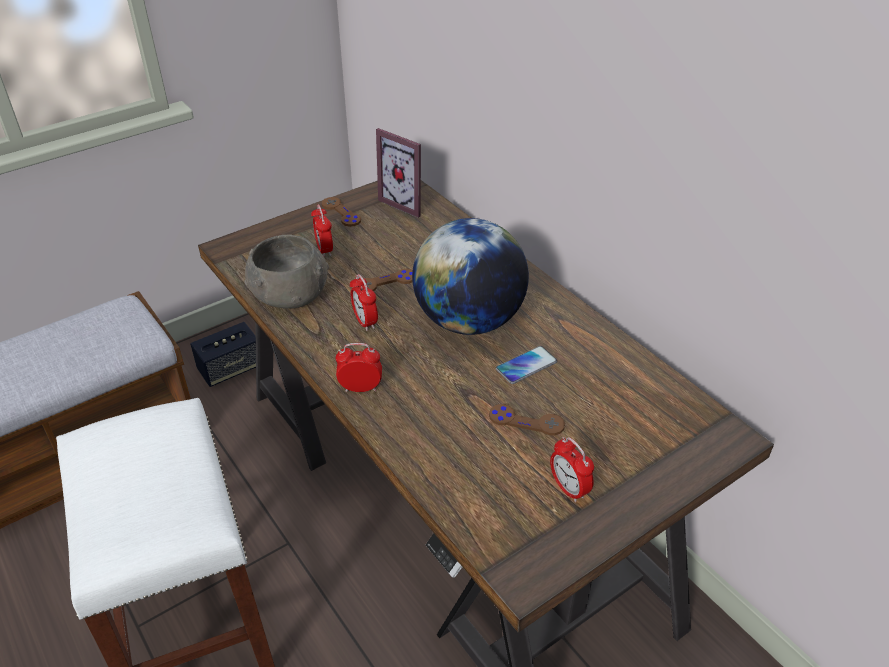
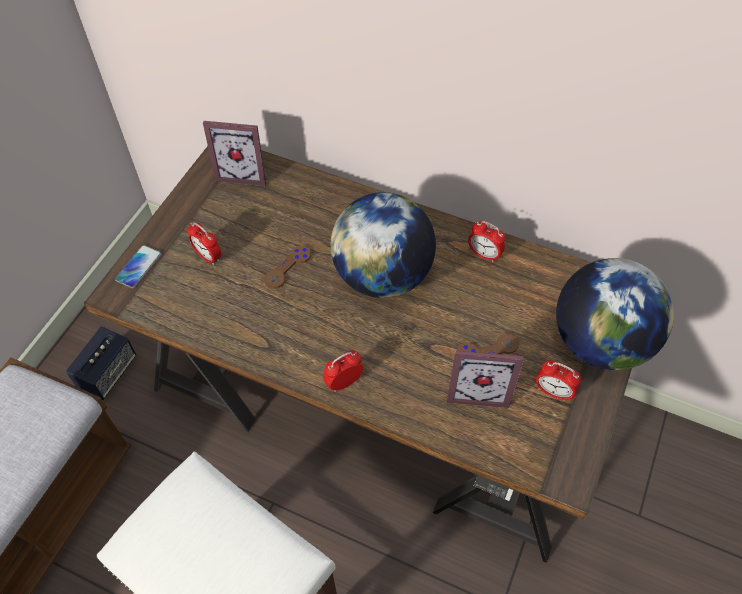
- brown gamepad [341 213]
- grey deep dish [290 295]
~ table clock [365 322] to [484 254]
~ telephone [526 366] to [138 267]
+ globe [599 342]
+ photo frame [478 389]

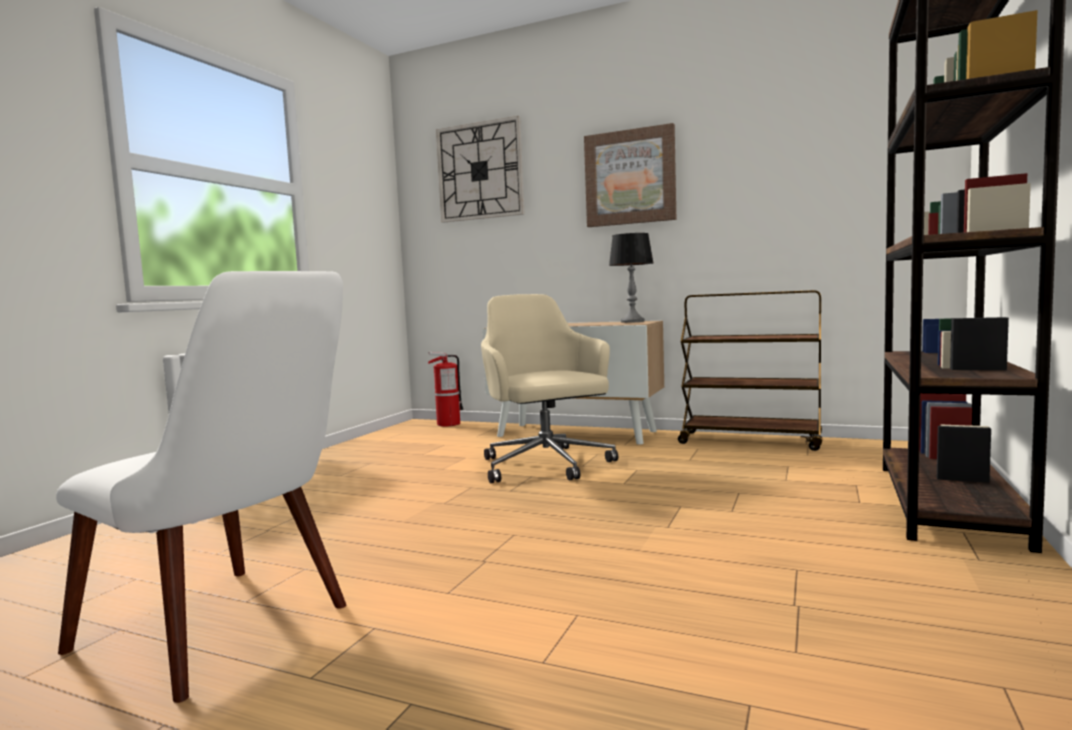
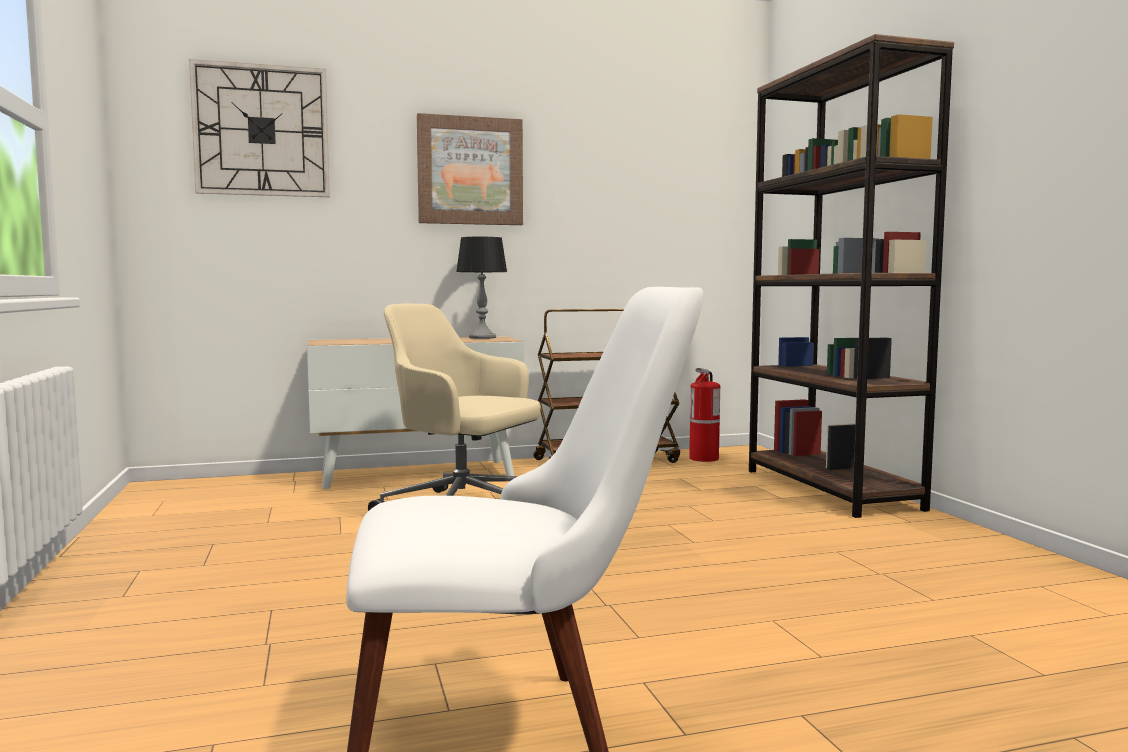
~ fire-fighting cylinder [448 424] to [704 458]

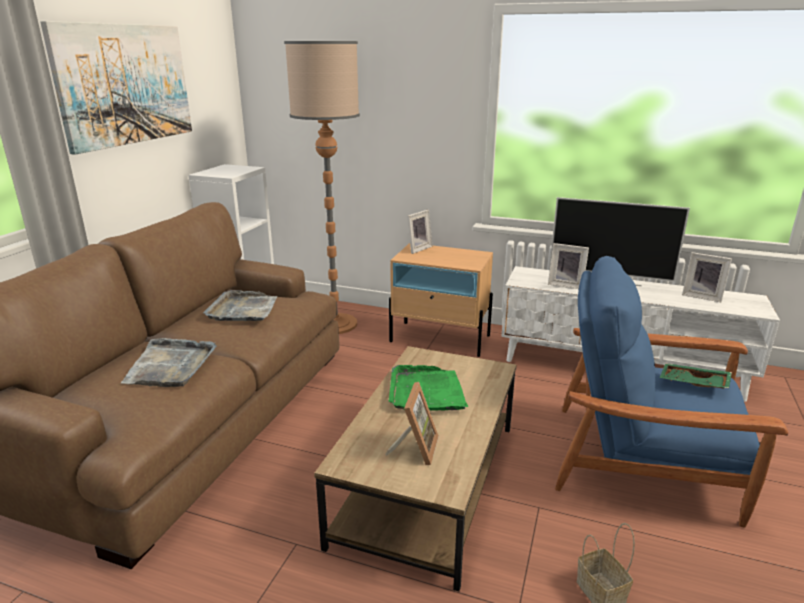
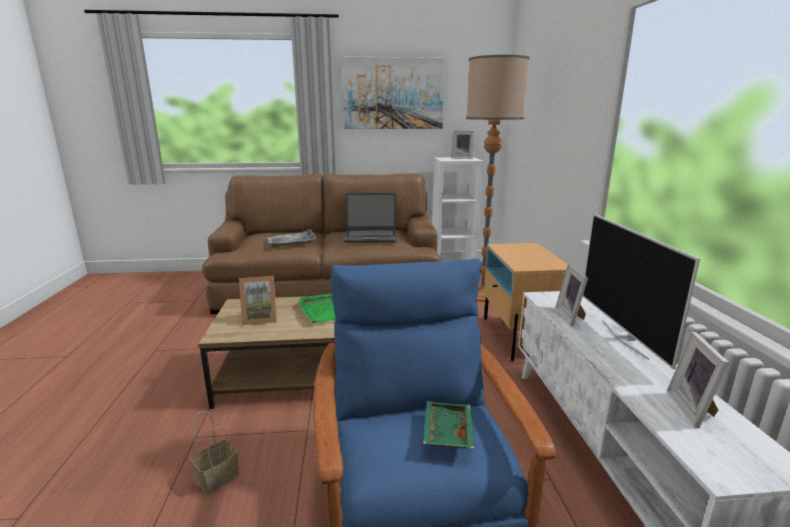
~ photo frame [417 249] to [462 158]
~ grey tray [243 309] to portable computer [370 237]

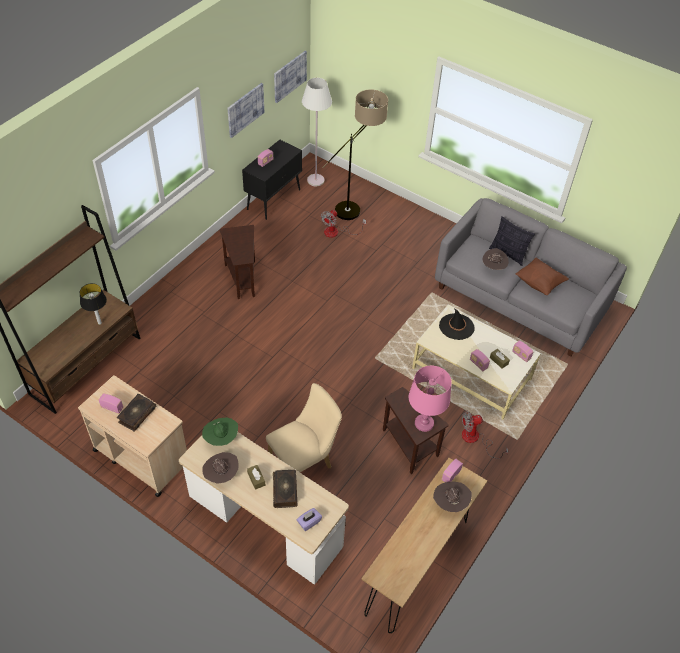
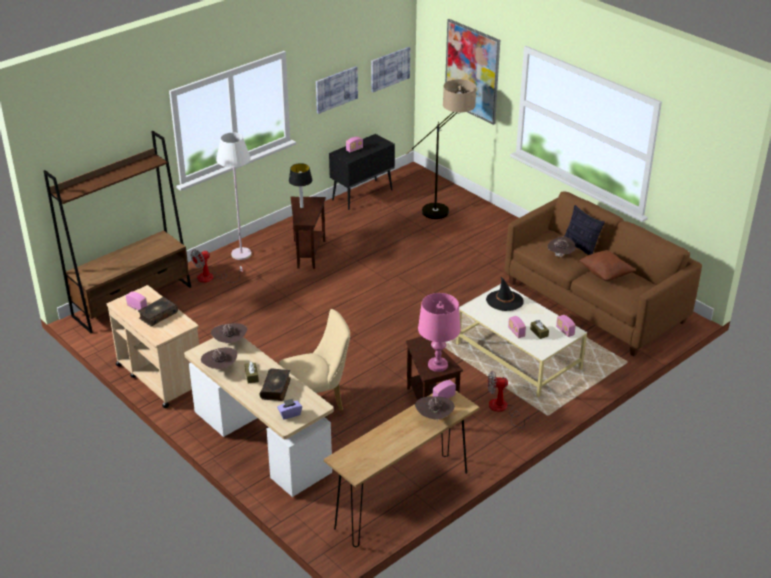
~ white floor lamp [315 180] to [241 254]
~ grey settee [520 299] to brown settee [595 302]
~ electric fan [336 232] to [211 278]
~ lamp for a table [99 323] to [301 207]
~ green clothing hat [221 438] to brown clothing hat [230 343]
+ wall picture [472 71]

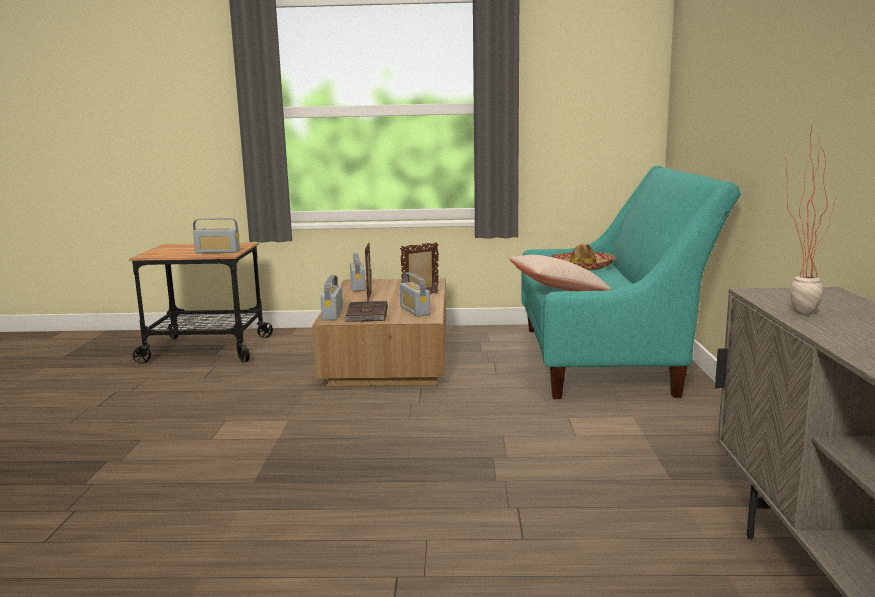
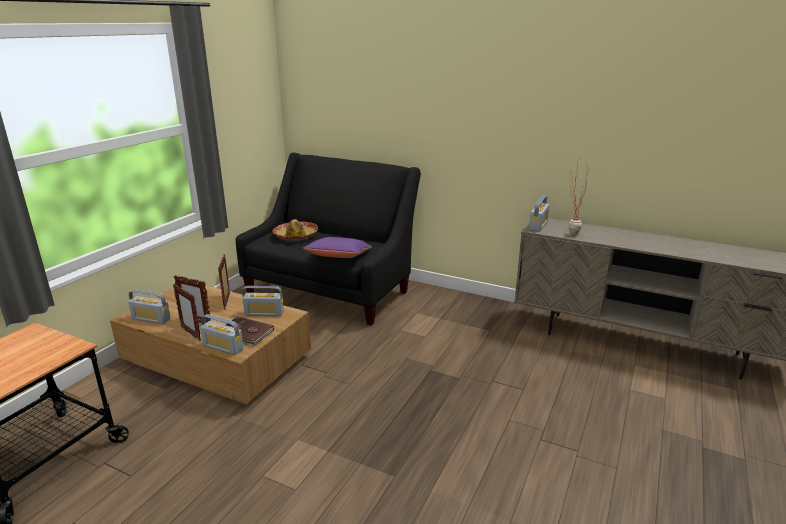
~ turquoise settee [607 359] to blackish settee [331 289]
~ radio [218 252] to [538 225]
~ sand-coloured cushion [557 289] to purple cushion [339 257]
+ photo frame [191 334]

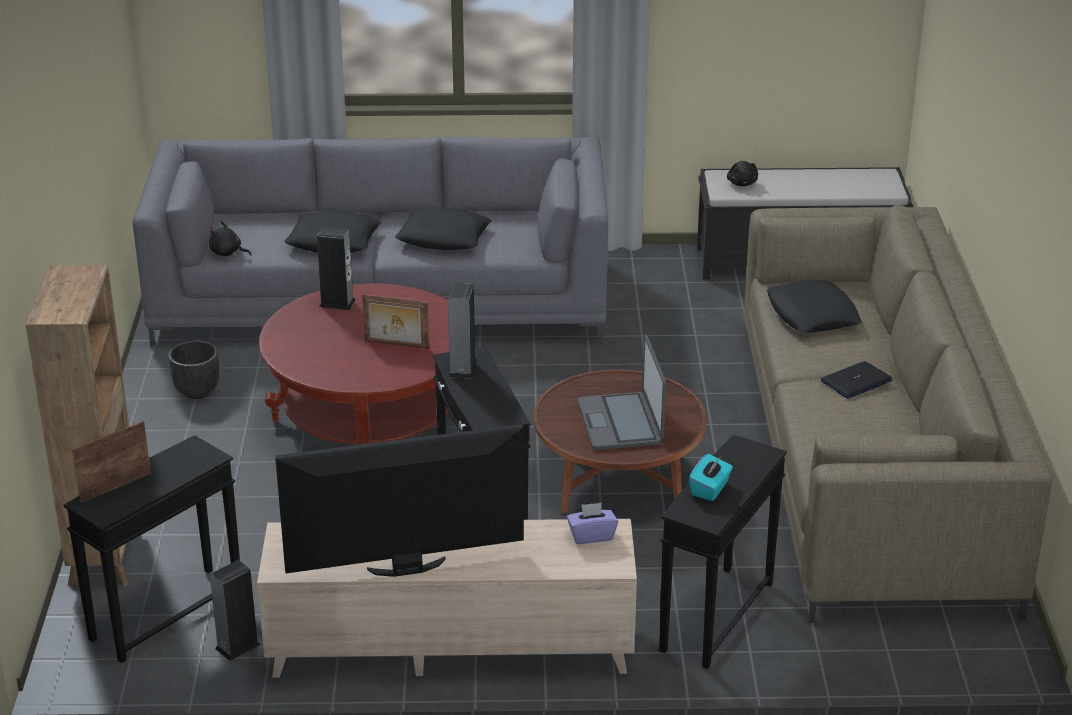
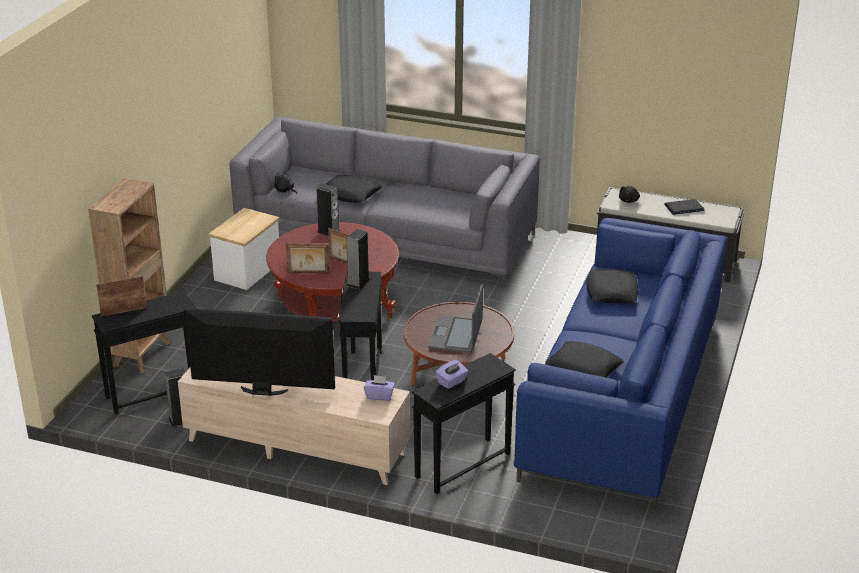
~ sand-coloured settee [869 462] to blue settee [623 394]
~ blackish cushion [443 237] to [584 368]
~ blackish plant pot [197 392] to side table [247 271]
~ portable computer [856 381] to [684 207]
~ turquoise box of tissues [710 489] to purple box of tissues [452 382]
+ photo frame [308 273]

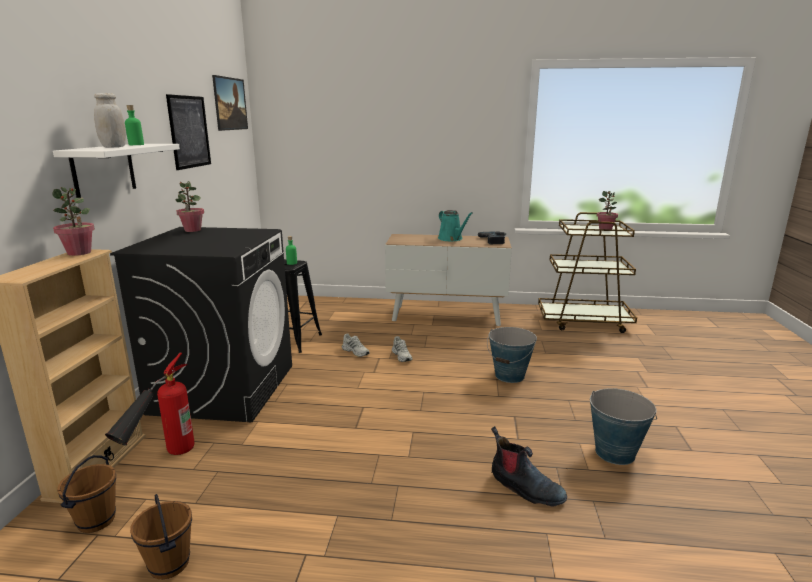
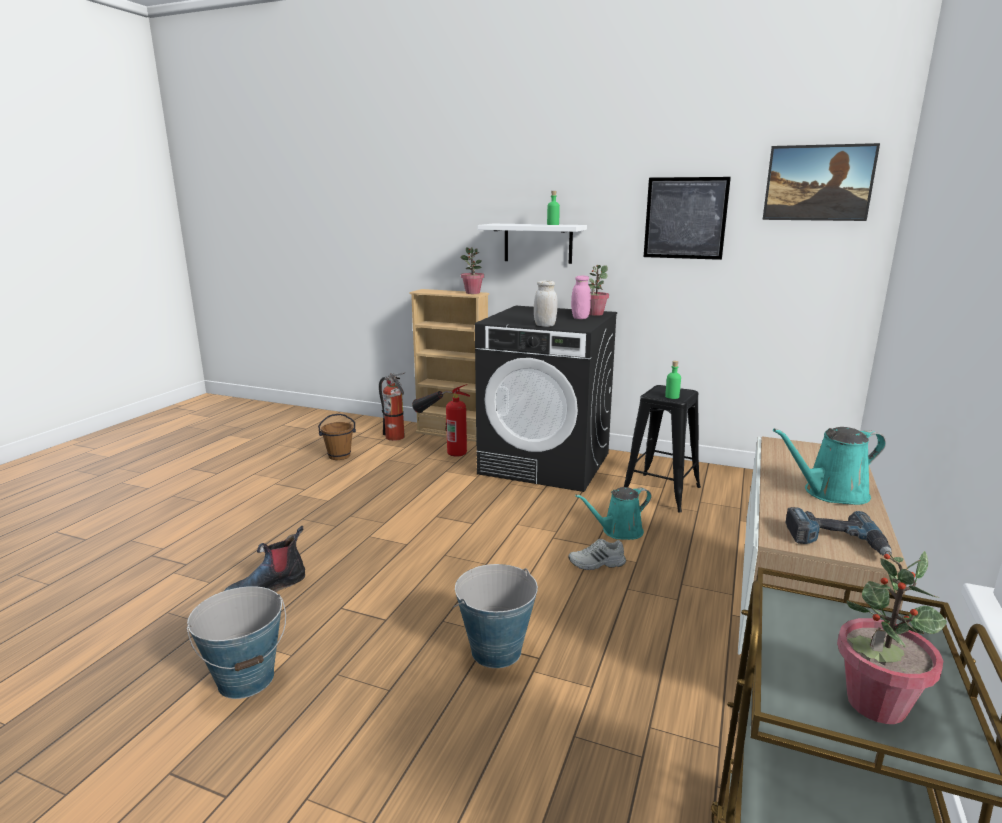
~ white jar [114 147] to [545 325]
~ white low shoe [356 351] to turquoise sprinkling can [619 531]
~ brown bucket [96 520] to fire-fighting cylinder [396 438]
+ pinkish jar [580 318]

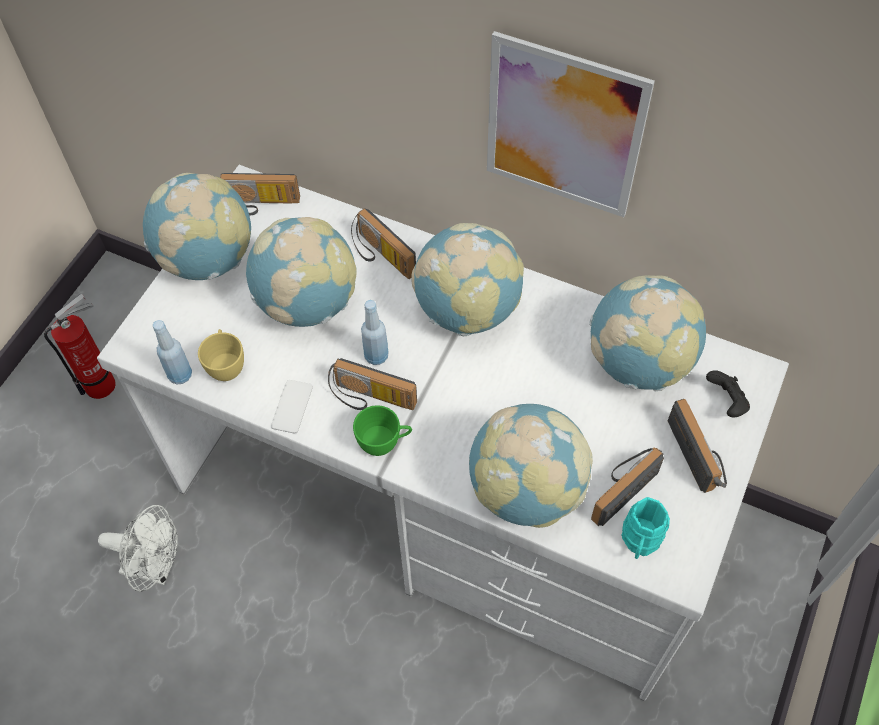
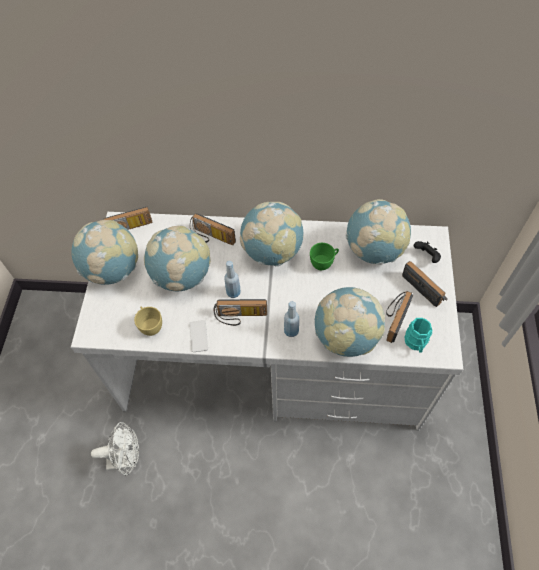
- wall picture [563 127]
- fire-fighting cylinder [104 383]
~ blue drink bottle [180 375] to [291 331]
~ green drinking cup [384 443] to [324 263]

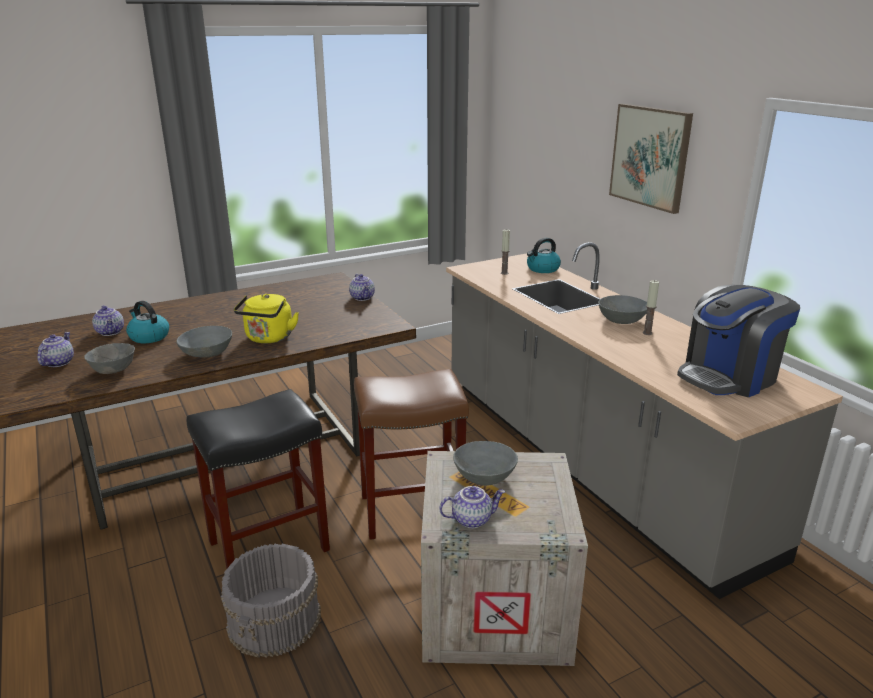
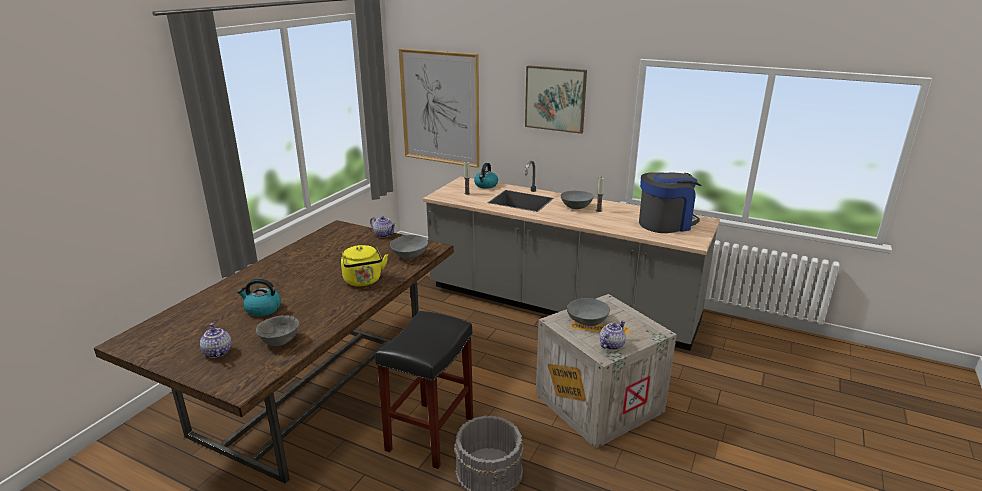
~ coffee maker [729 376] = [666 223] 135 degrees counterclockwise
- tea pot [111 332]
~ grey deep dish [207 353] to [409 255]
- brown stool seat [410 511]
+ wall picture [440 108]

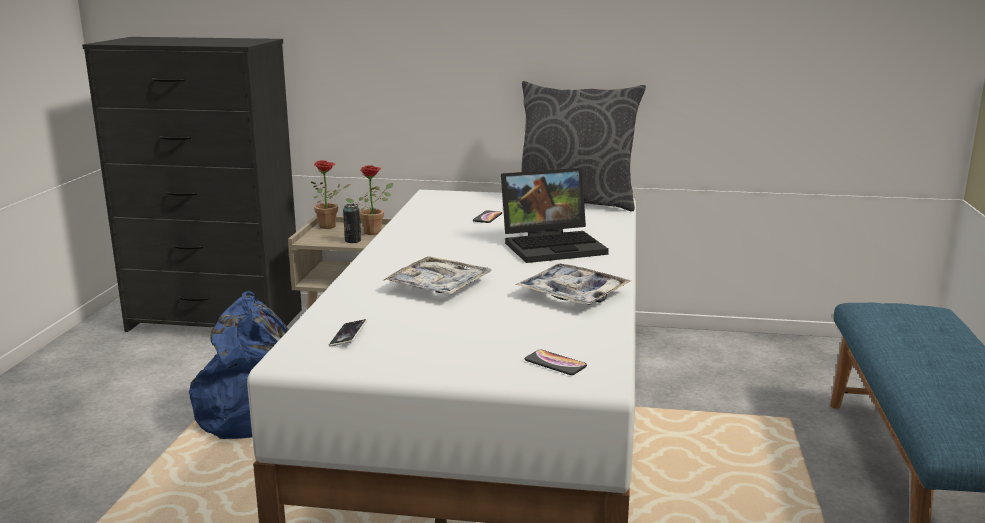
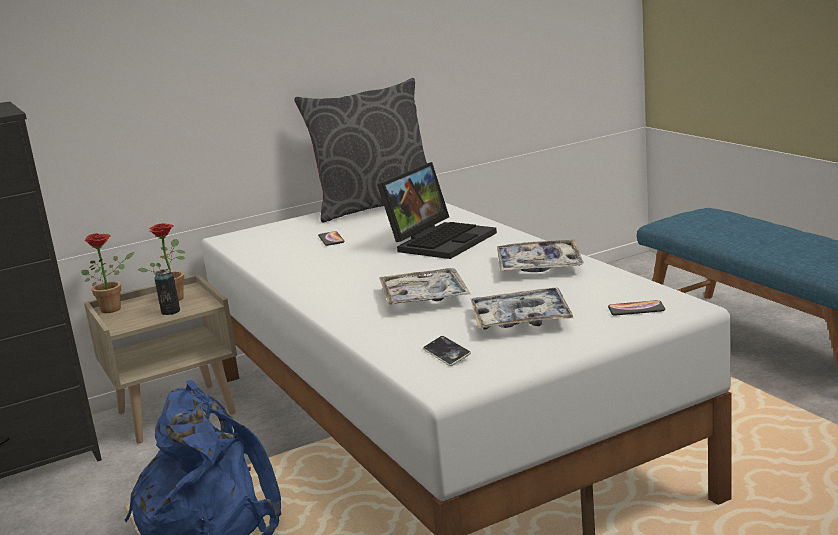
+ tray [521 319]

